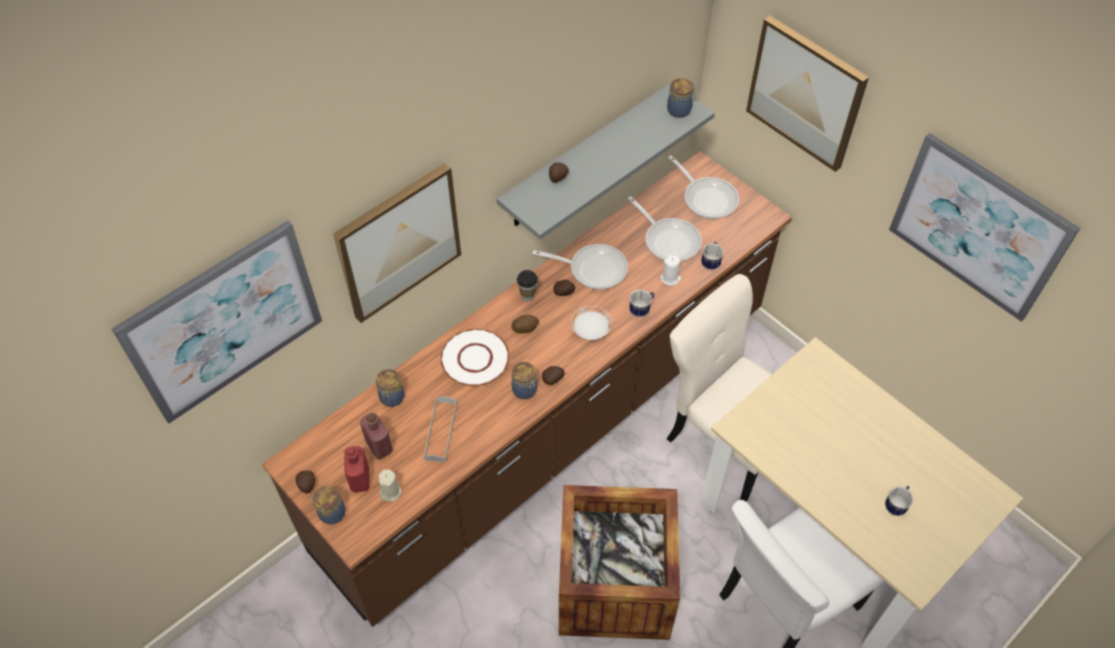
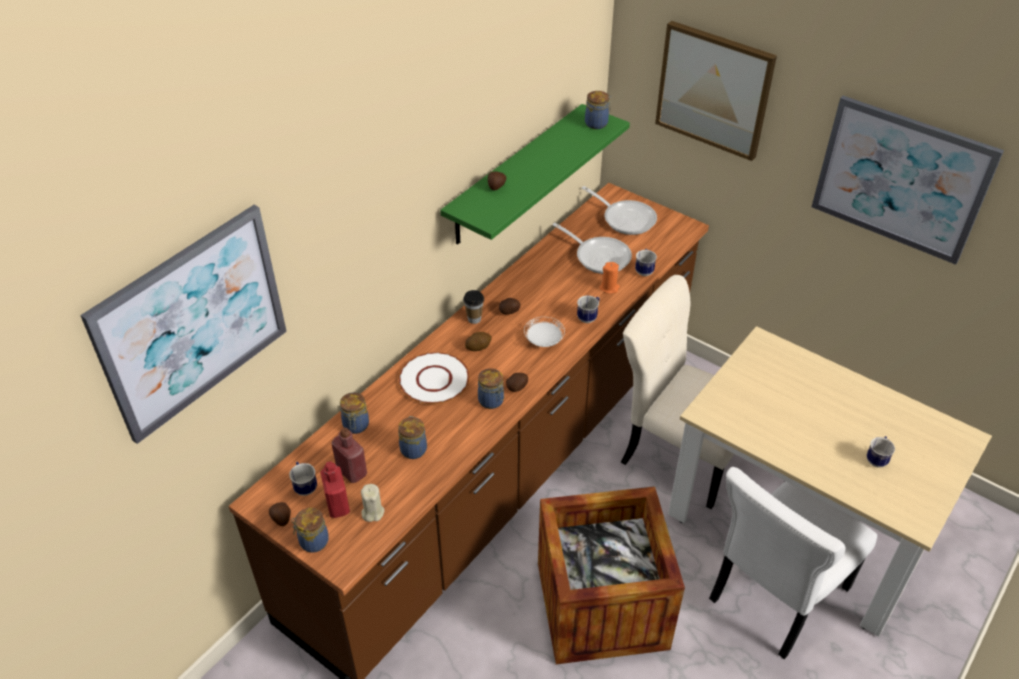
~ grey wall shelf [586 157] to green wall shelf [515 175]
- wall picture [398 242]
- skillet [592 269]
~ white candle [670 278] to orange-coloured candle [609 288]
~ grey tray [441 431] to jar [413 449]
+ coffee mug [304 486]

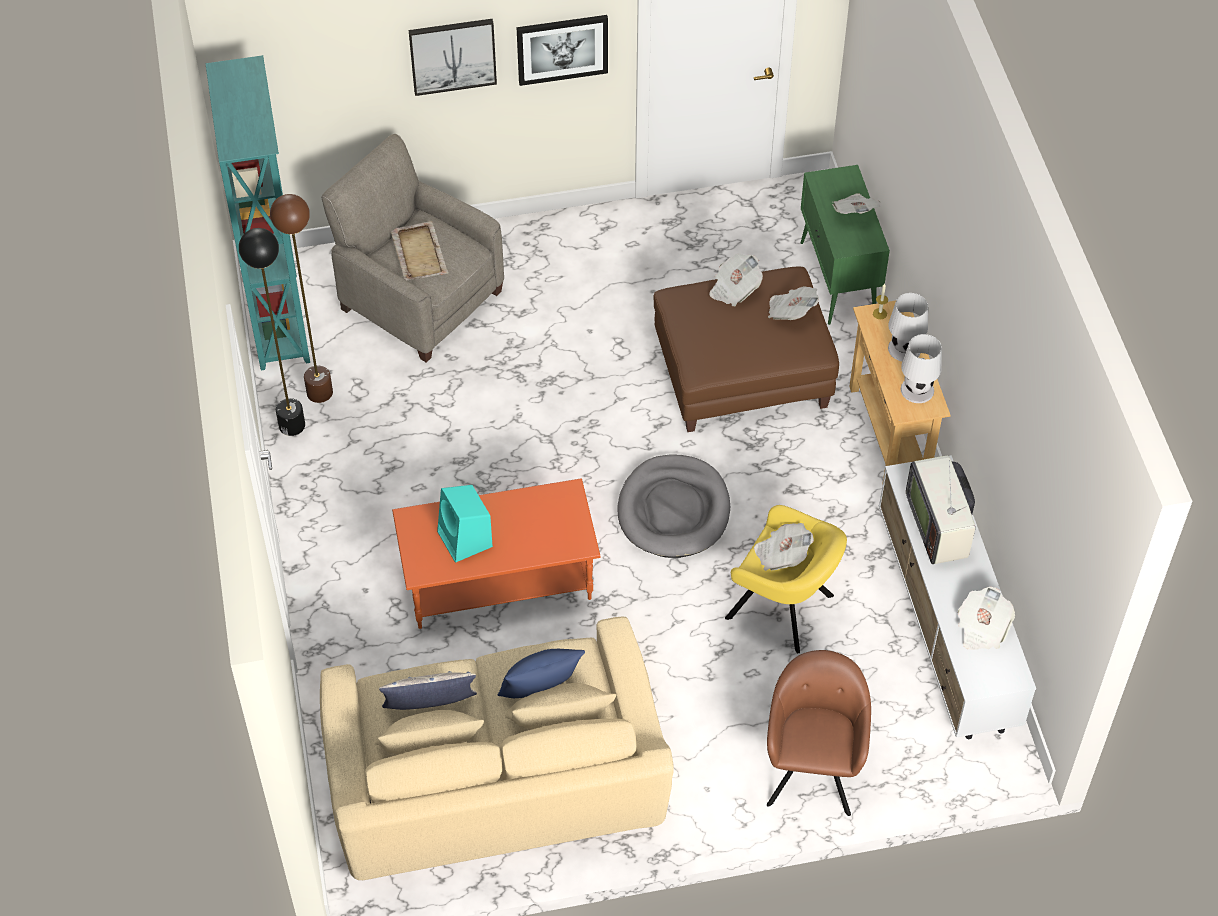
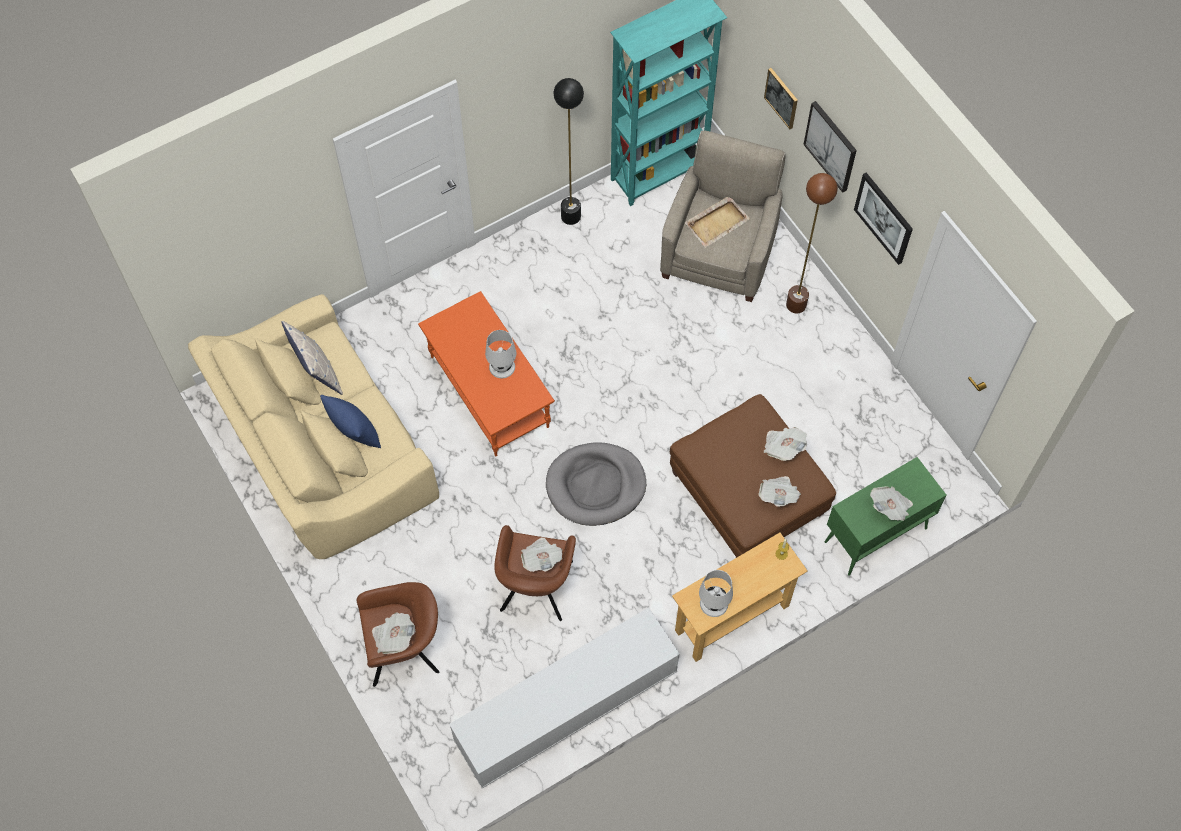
~ brown floor lamp [320 392] to [796 304]
~ white lamp for a table [904 348] to [502 366]
- TV set [940 526]
- turquoise speaker [466 540]
~ yellow-coloured lounge chair [784 609] to brown lounge chair [535 589]
~ newspaper [982 628] to [394 637]
+ wall picture [781 98]

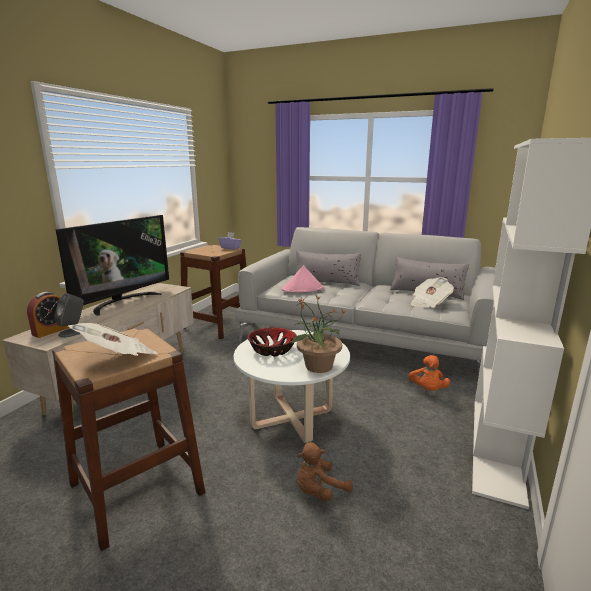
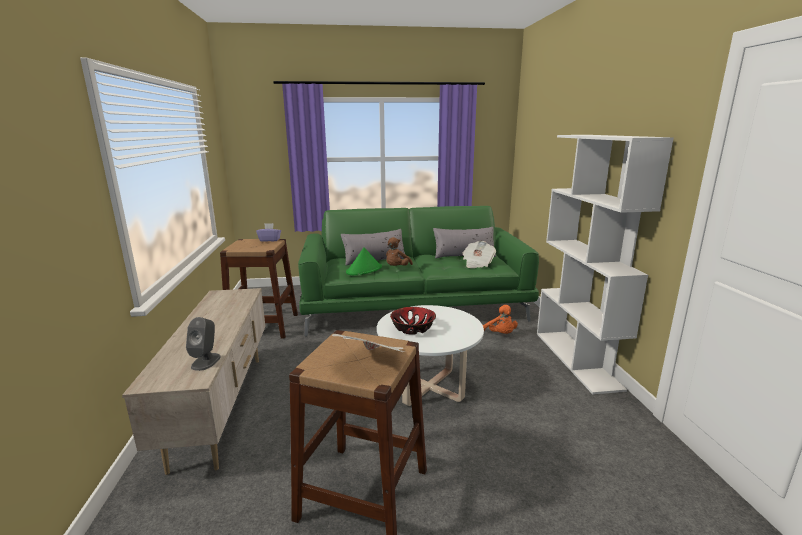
- TV set [123 302]
~ grey settee [365 337] to green settee [414 304]
~ pinkish clothing hat [303 289] to green clothing hat [364 270]
- table clock [51 331]
- houseplant [318 366]
~ brown cuddly toy [319 491] to [397 268]

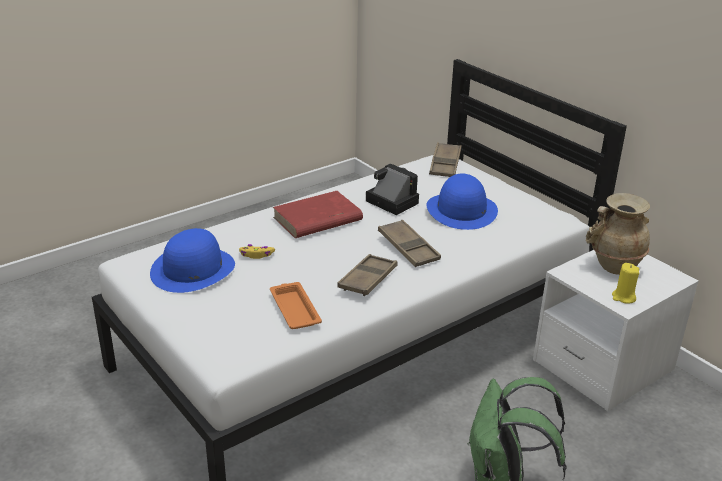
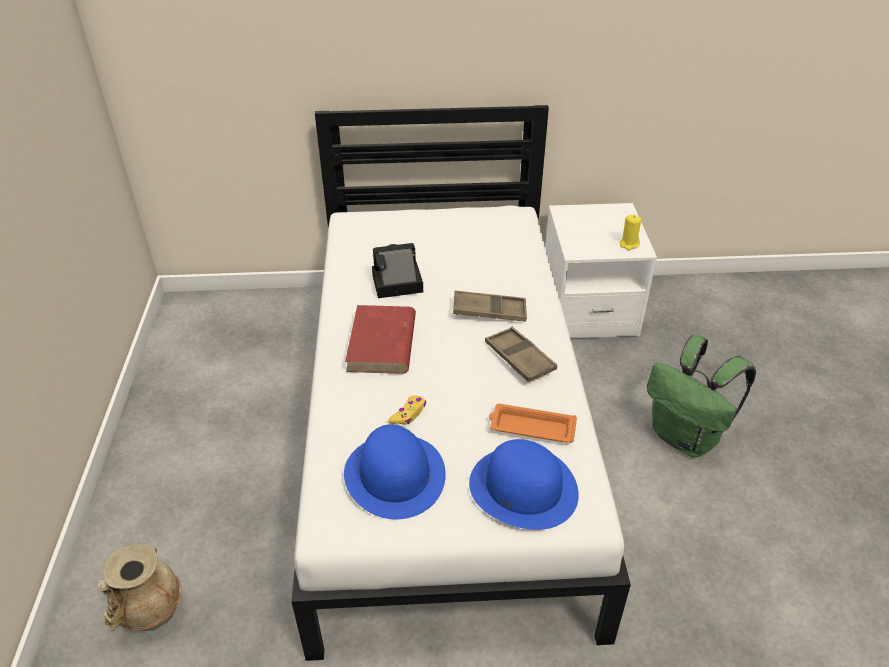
- brown tray [445 164]
~ blue clothing hat [461 210] to [524 487]
~ sand-coloured flower vase [613 266] to [151 614]

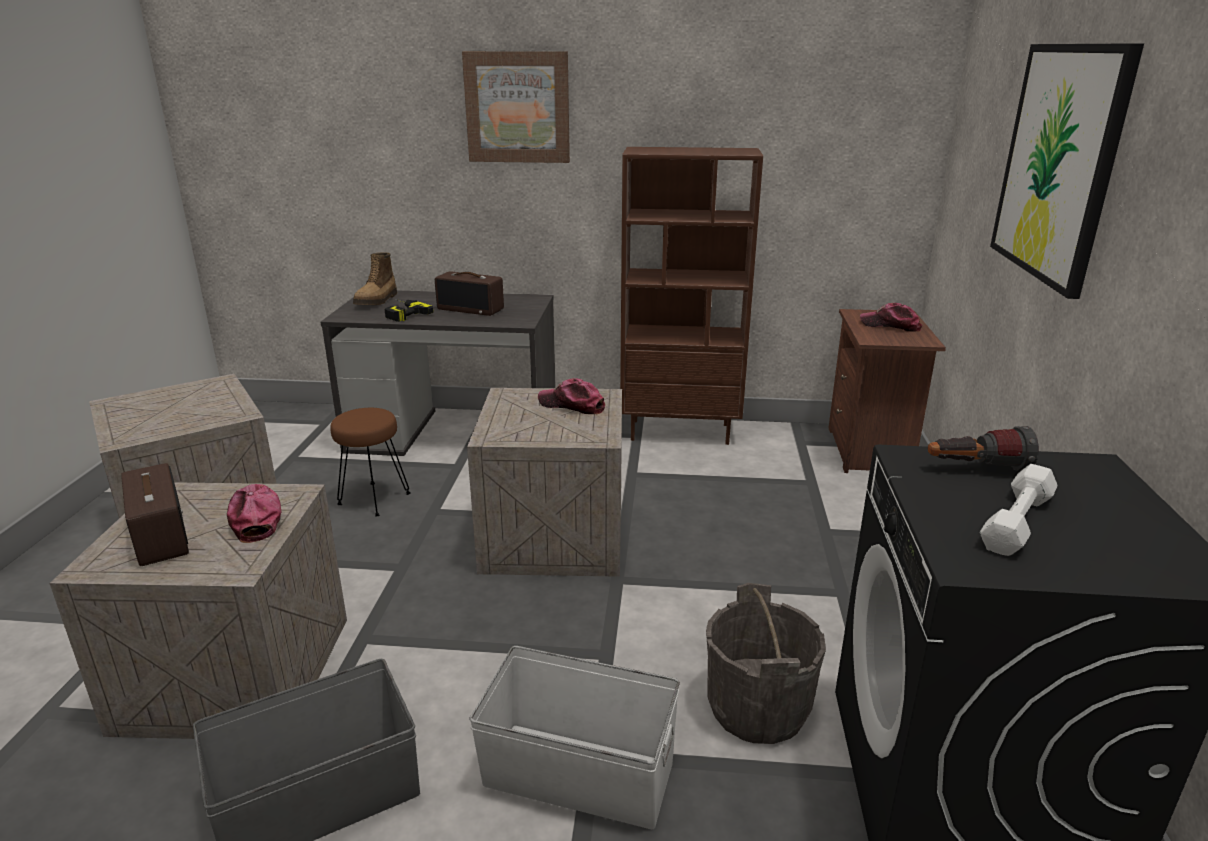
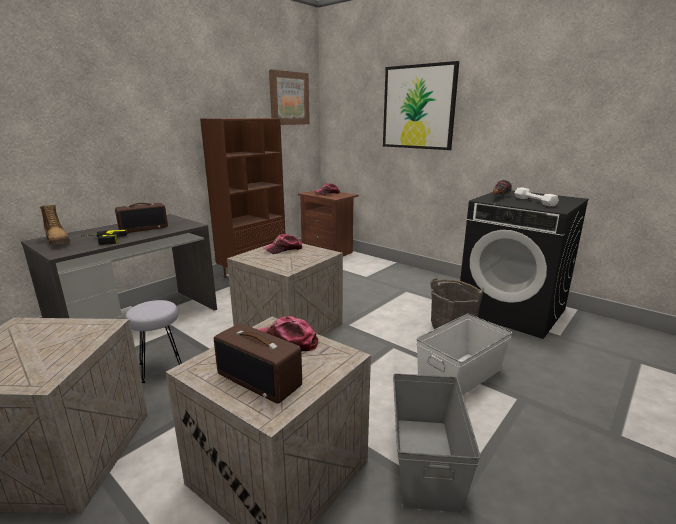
~ wall picture [517 107] to [289 98]
~ brown stool seat [373 499] to grey stool seat [161 368]
~ radio [159 536] = [260 379] 150 degrees counterclockwise

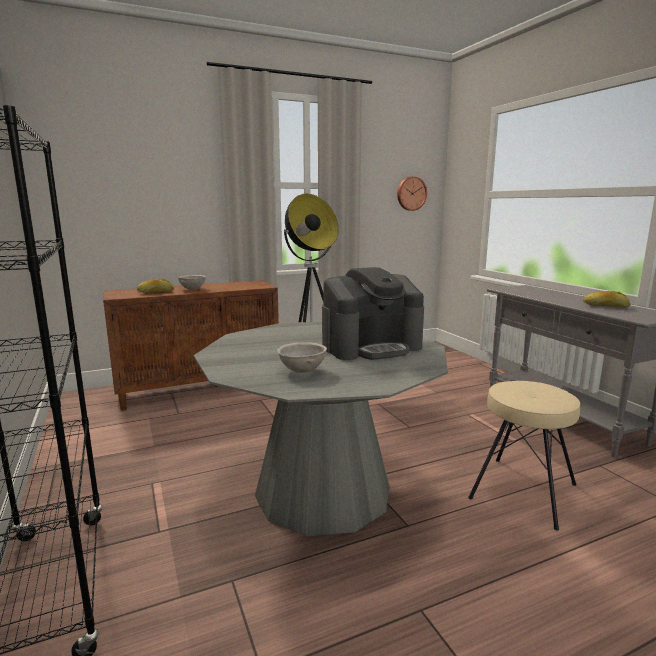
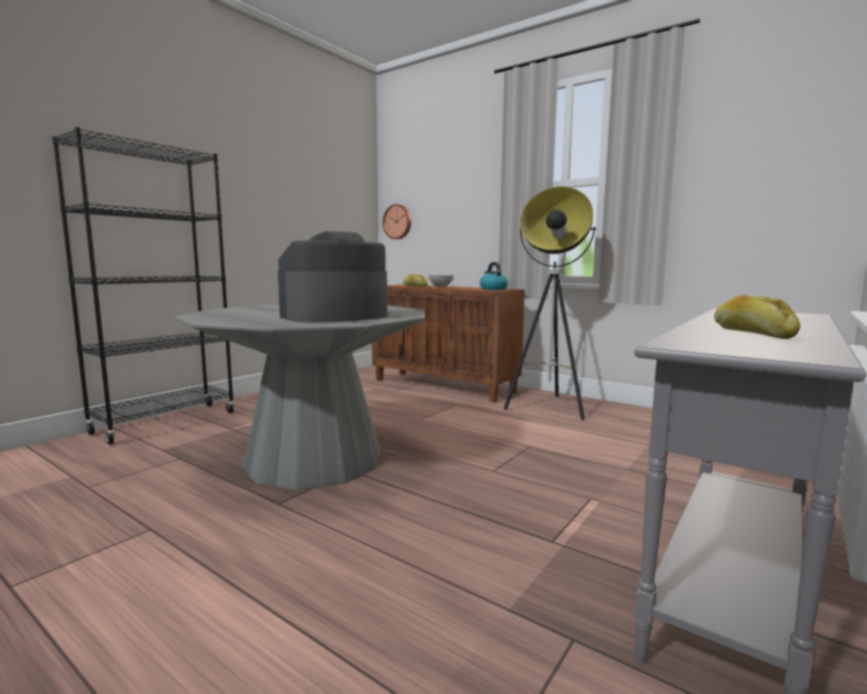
~ wall clock [411 193] to [398 222]
~ coffee maker [371 346] = [335 316] 105 degrees clockwise
- grey deep dish [301 371]
- sand-coloured stool seat [522 490]
+ kettle [493 289]

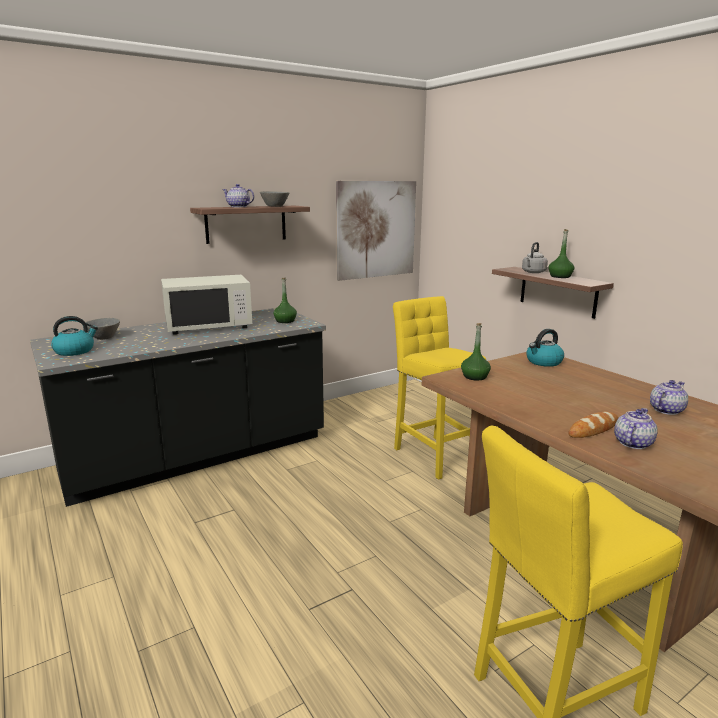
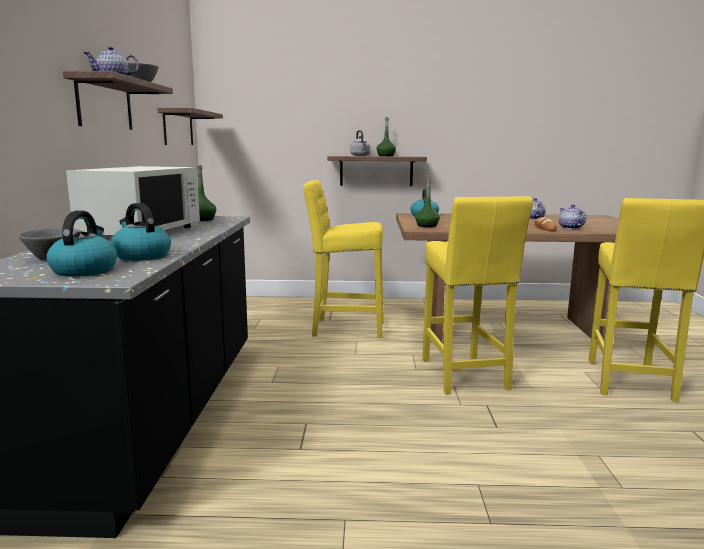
~ wall picture [376 229] to wall shelf [178 128]
+ yellow-coloured stool seat [464 377]
+ kettle [141 256]

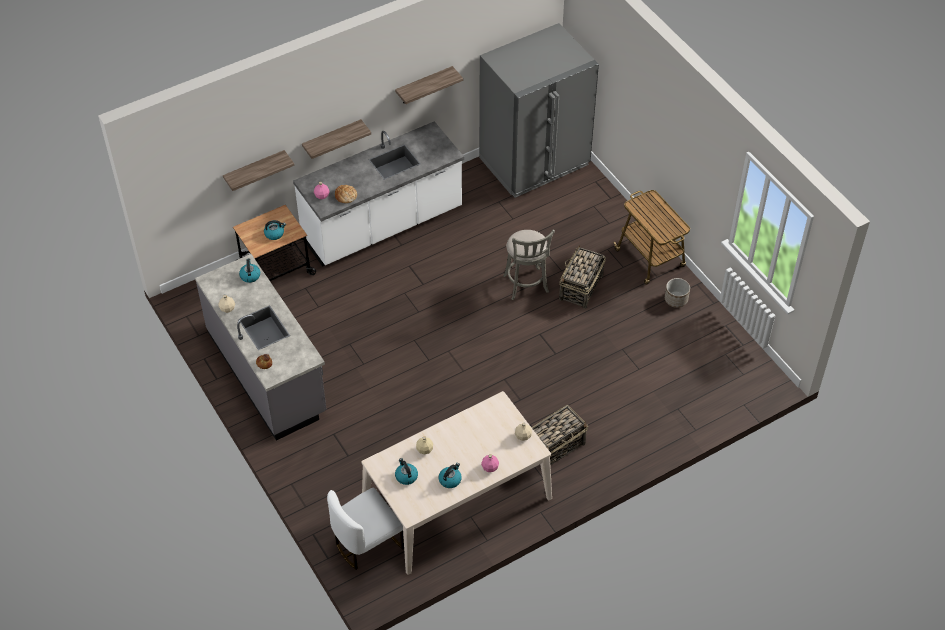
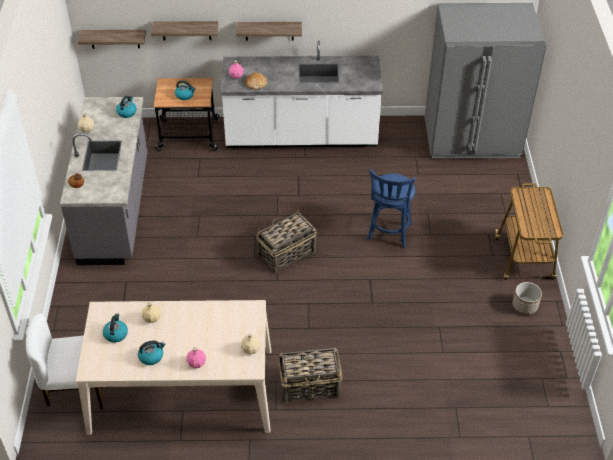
~ wall shelf [424 85] to [114 38]
~ grey stool seat [526 286] to blue stool seat [388 234]
~ household basket [580 288] to [286 253]

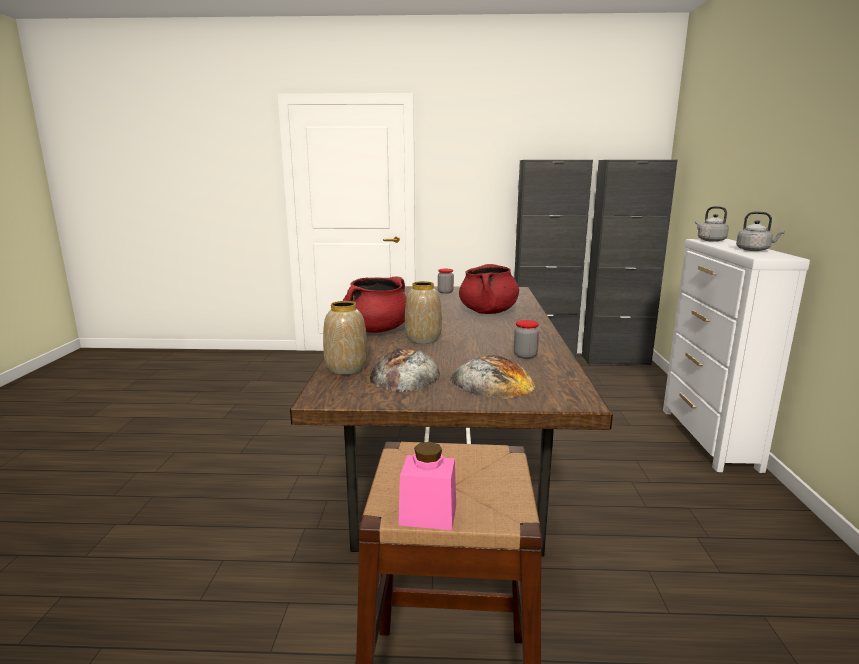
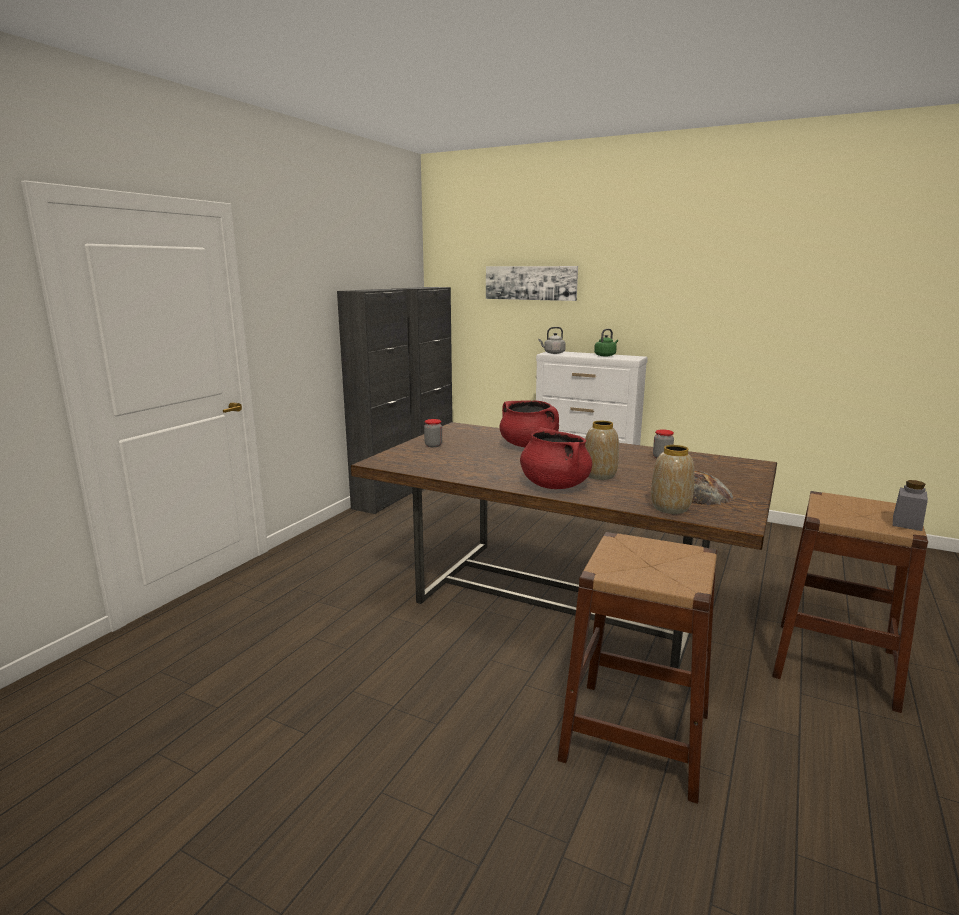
~ grey kettle [754 250] to green kettle [605 355]
- bread [491 382]
~ pinkish jar [428 514] to grey jar [907 523]
+ wall picture [531 283]
+ brown stool seat [636 736]

